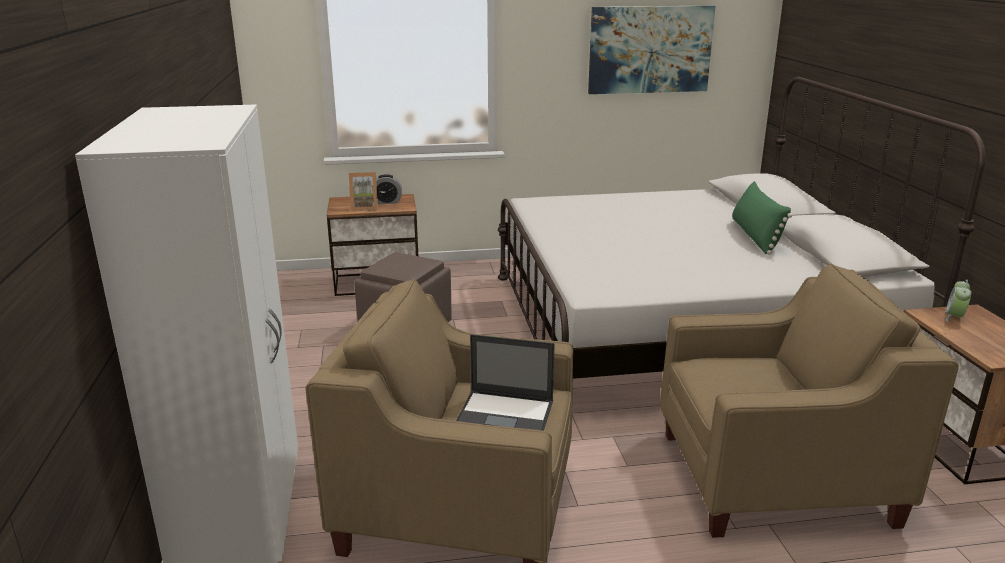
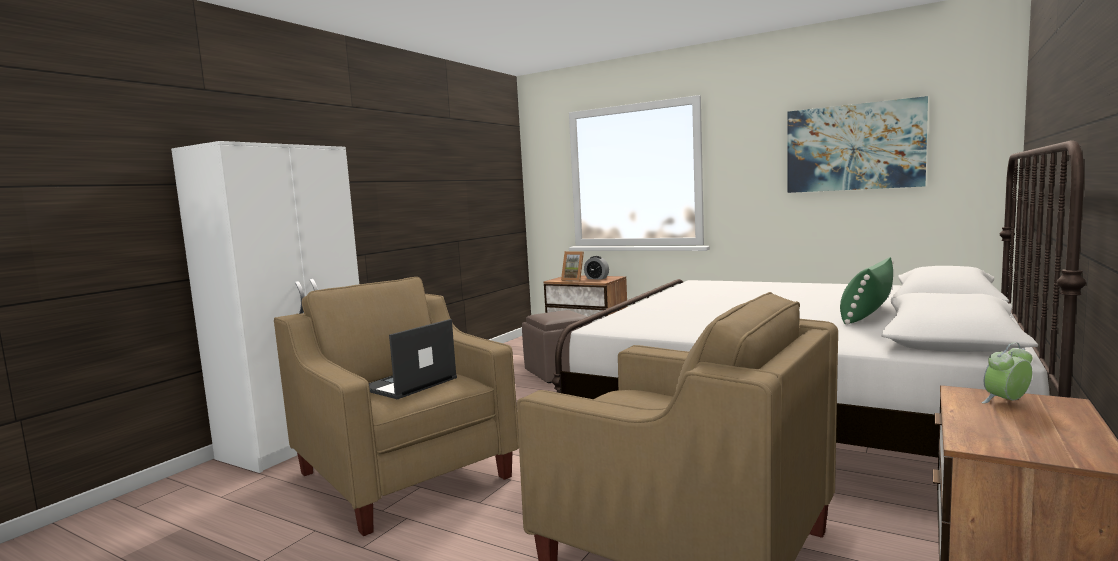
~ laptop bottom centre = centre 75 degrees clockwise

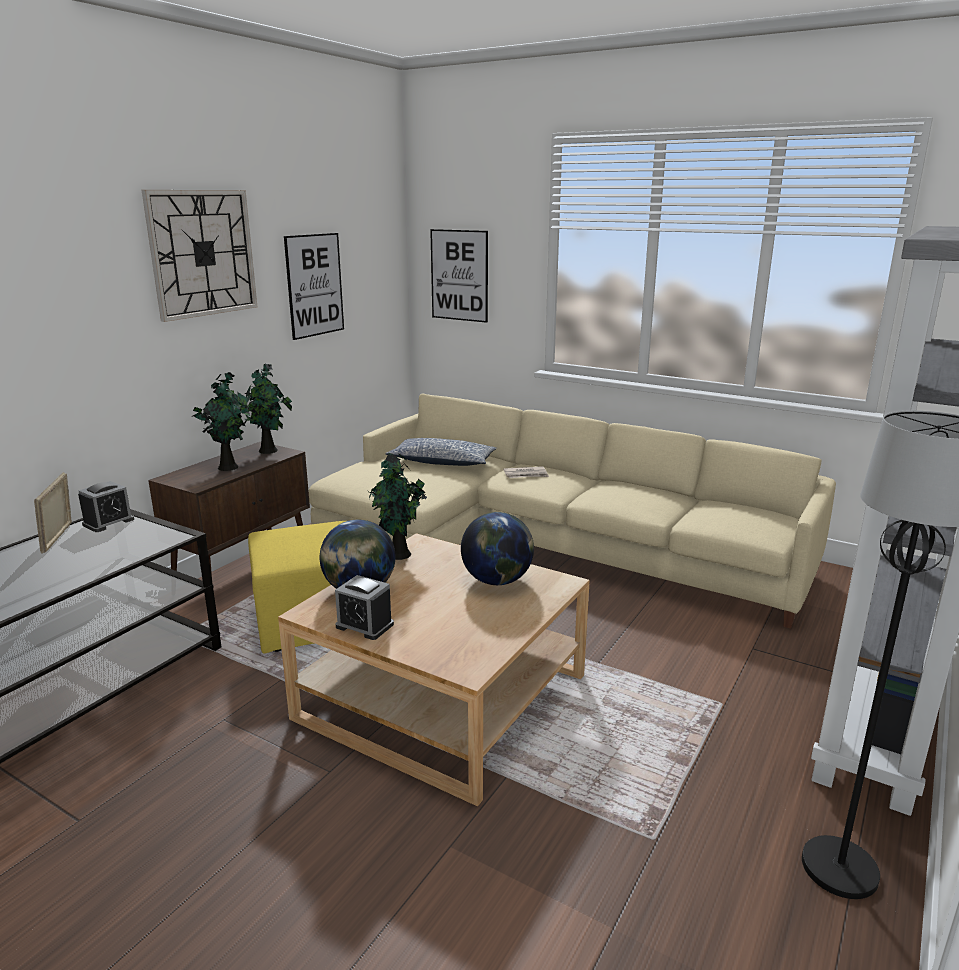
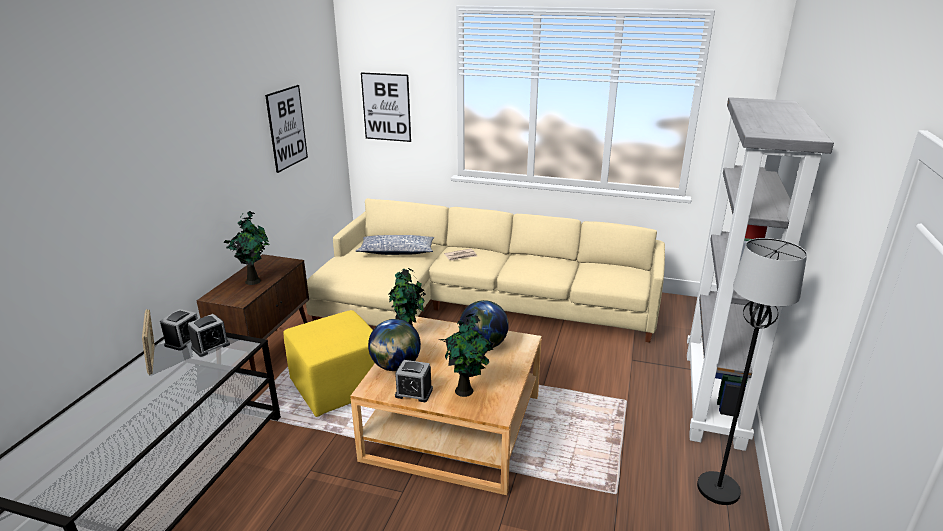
+ alarm clock (2nd from left) middle left
~ plant in a pot (2nd from left in the first image) middle left to plant in a pot (3rd from left) bottom centre
- wall clock top left

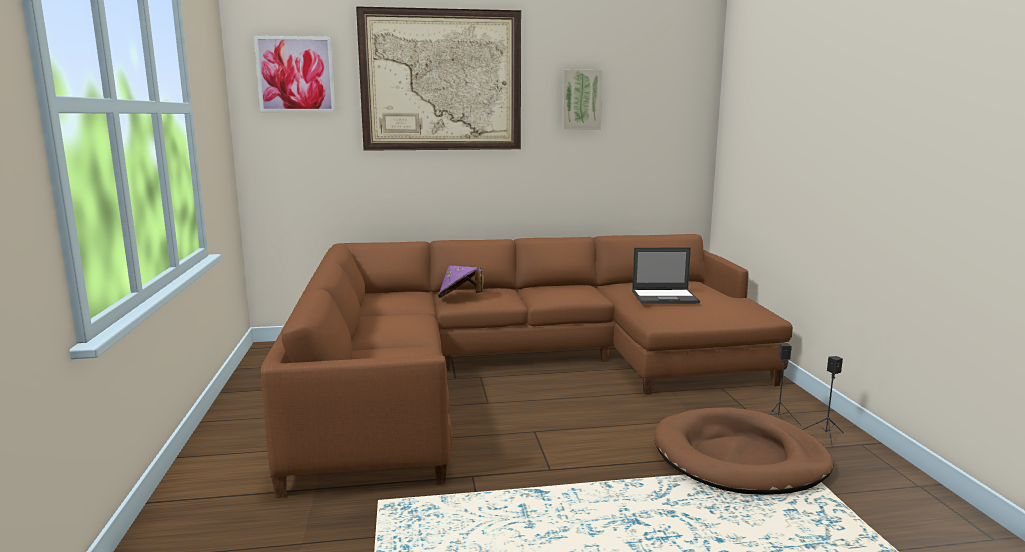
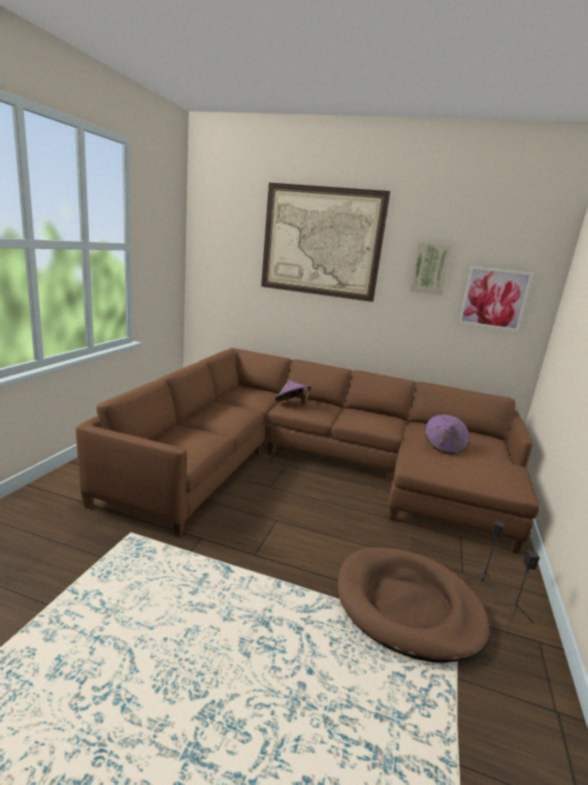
~ laptop centre to hat in purple-coloured (2nd from left) middle right
~ picture (1st from left in the first image) top left to picture (3rd from left) middle right

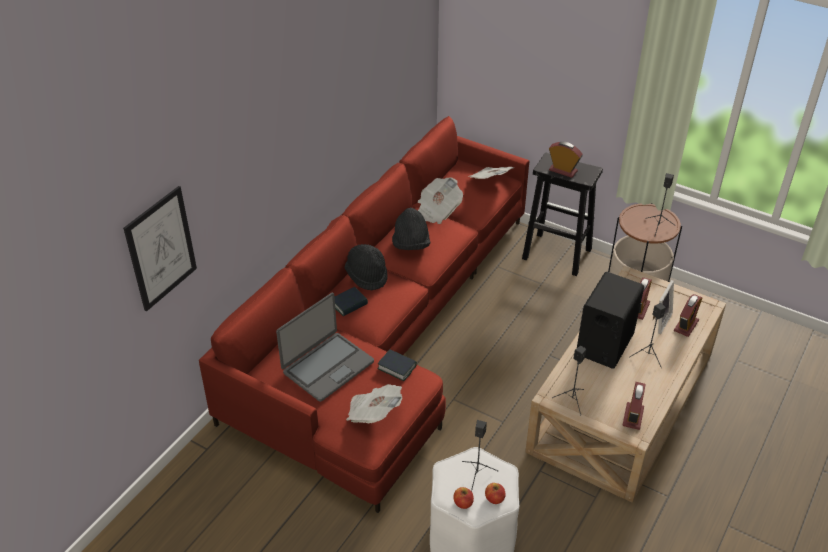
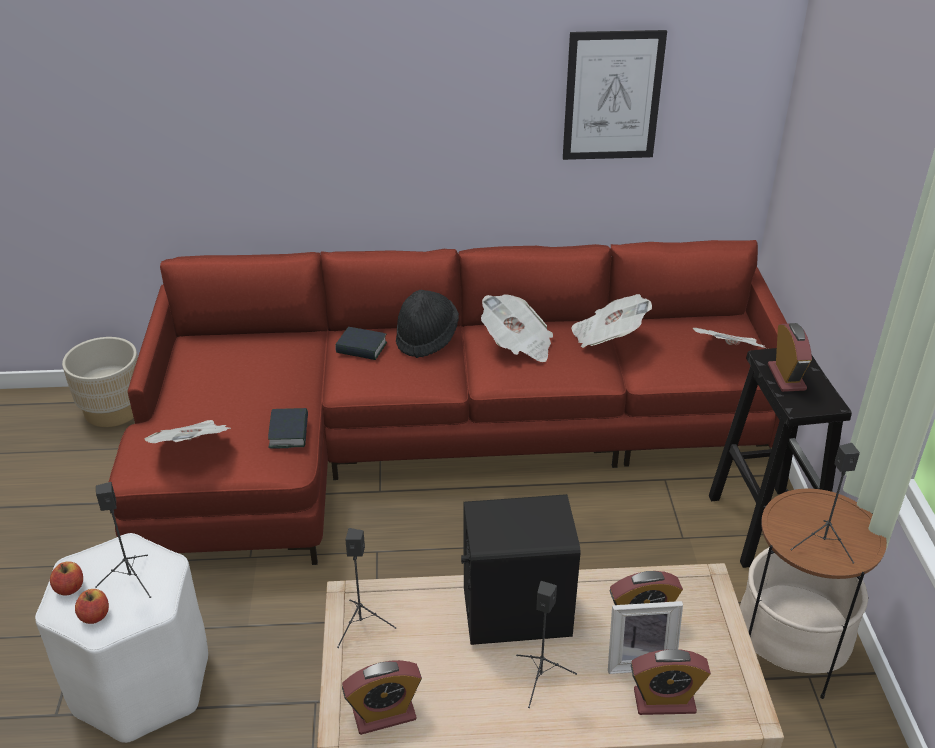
+ plant pot in beige-coloured middle left
~ hat in black-coloured (2nd from left) centre to printed paper (2nd from left) centre
~ picture middle left to top centre
- laptop centre

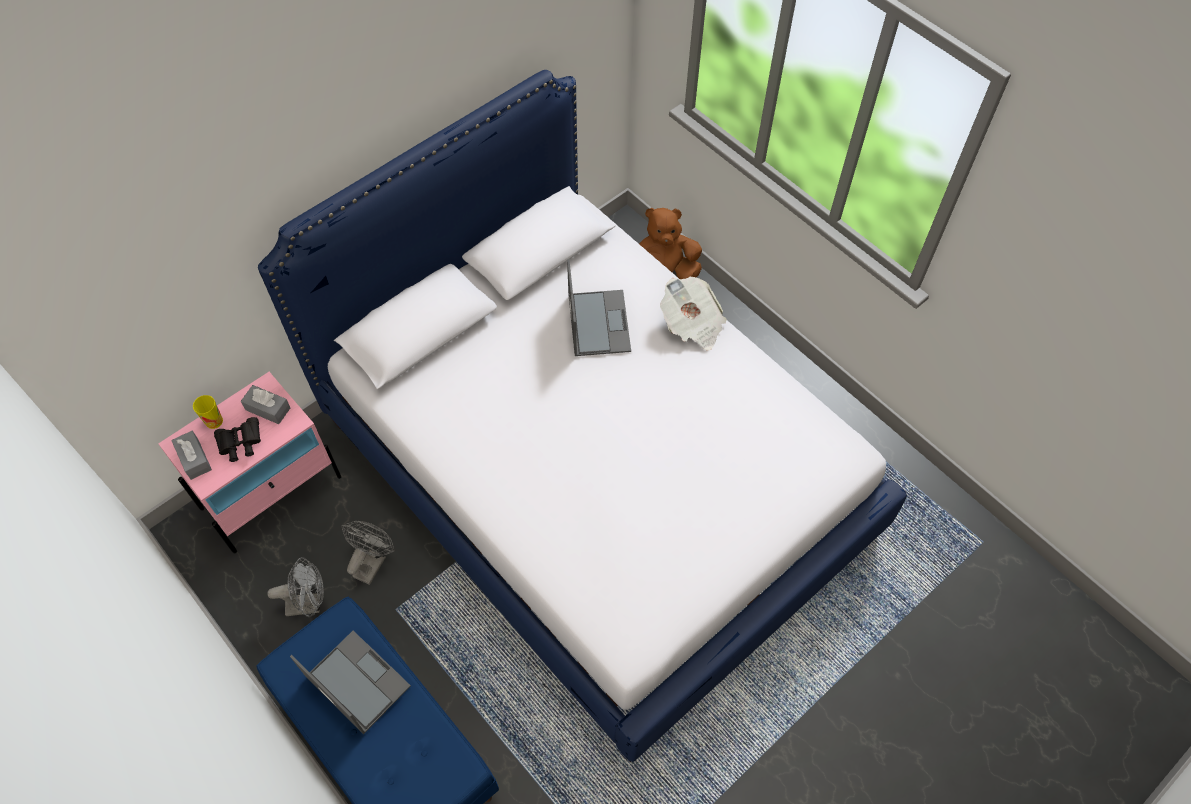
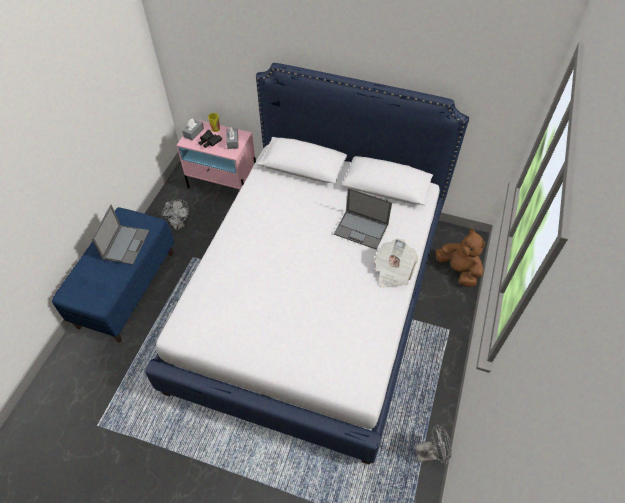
~ laptop (2nd from left) centre = centre 60 degrees clockwise
~ fan in gray (2nd from left) bottom left to bottom right

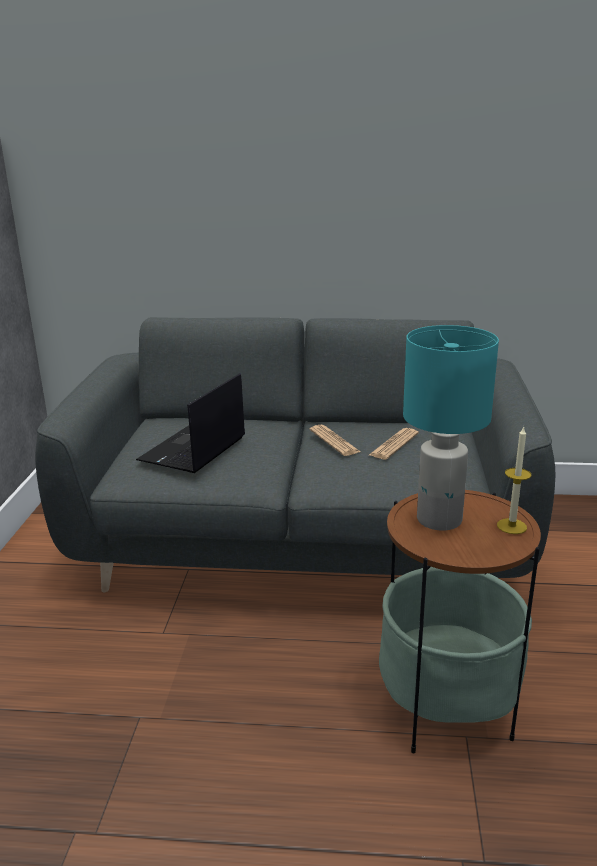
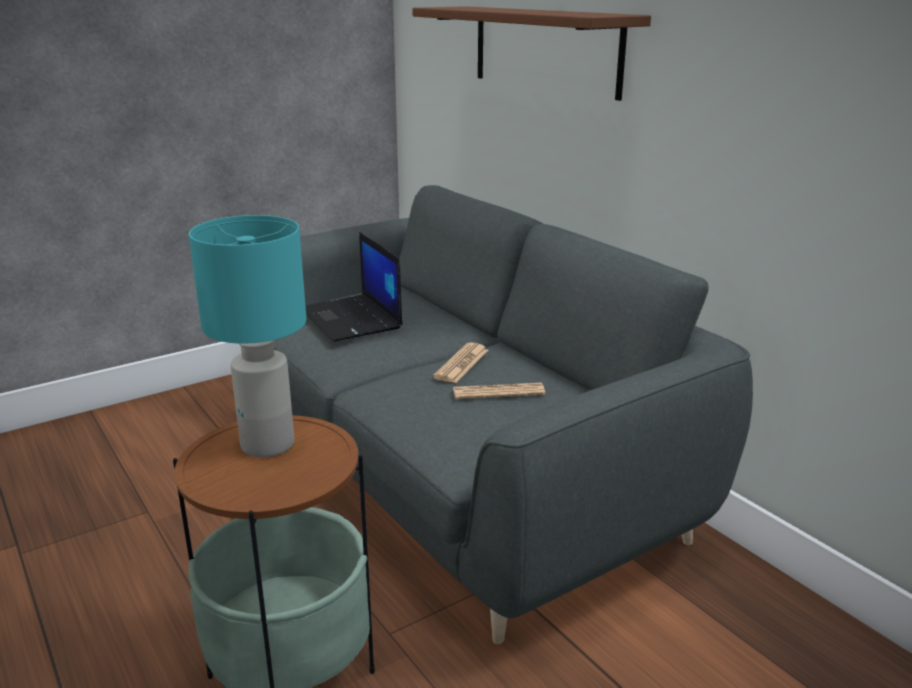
~ laptop middle left = centre 105 degrees counterclockwise
+ shelf in brownish top centre
- wax light middle right

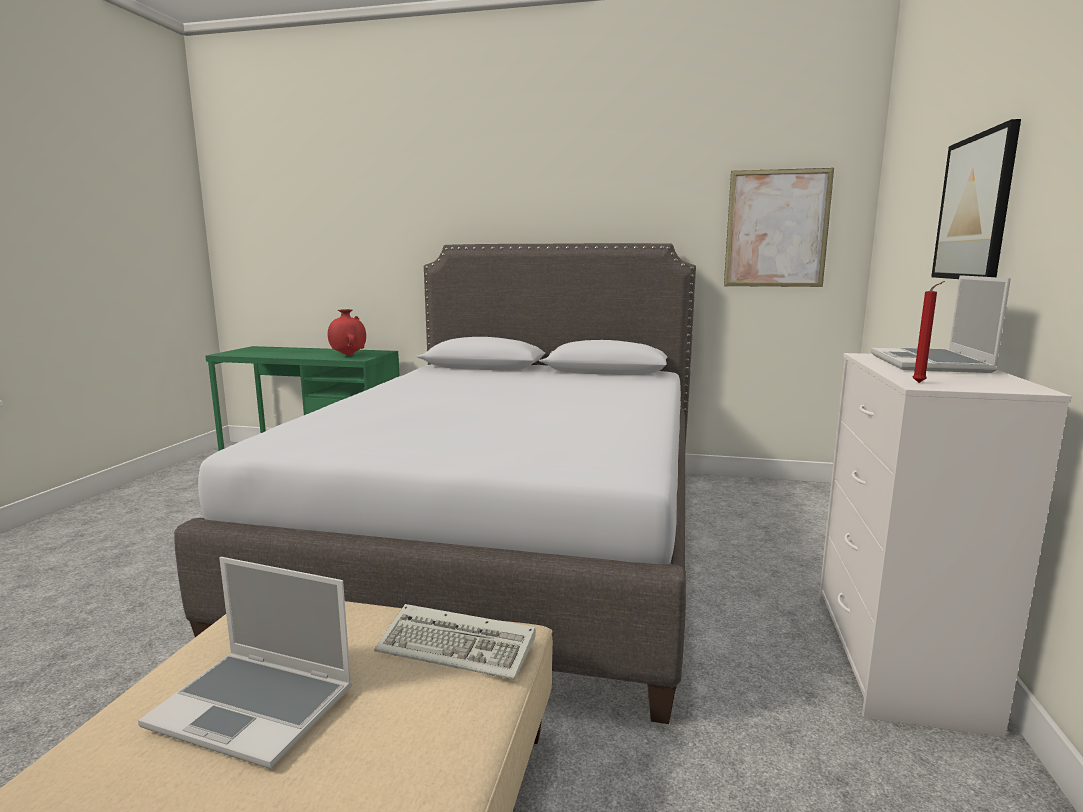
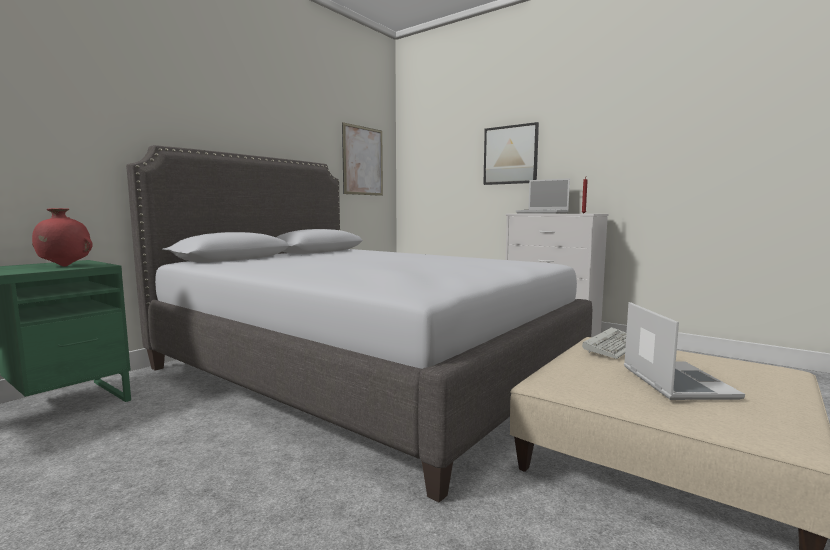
~ laptop (1st from left in the first image) bottom left = middle right 45 degrees counterclockwise

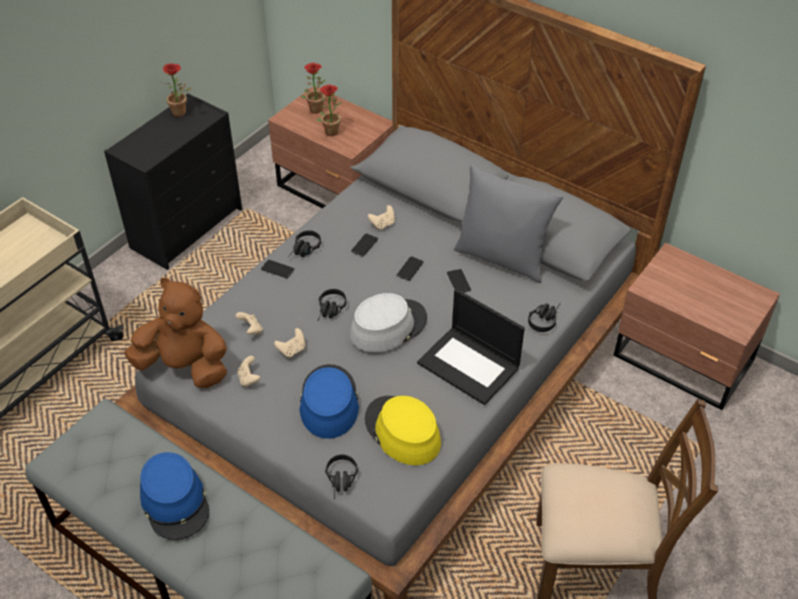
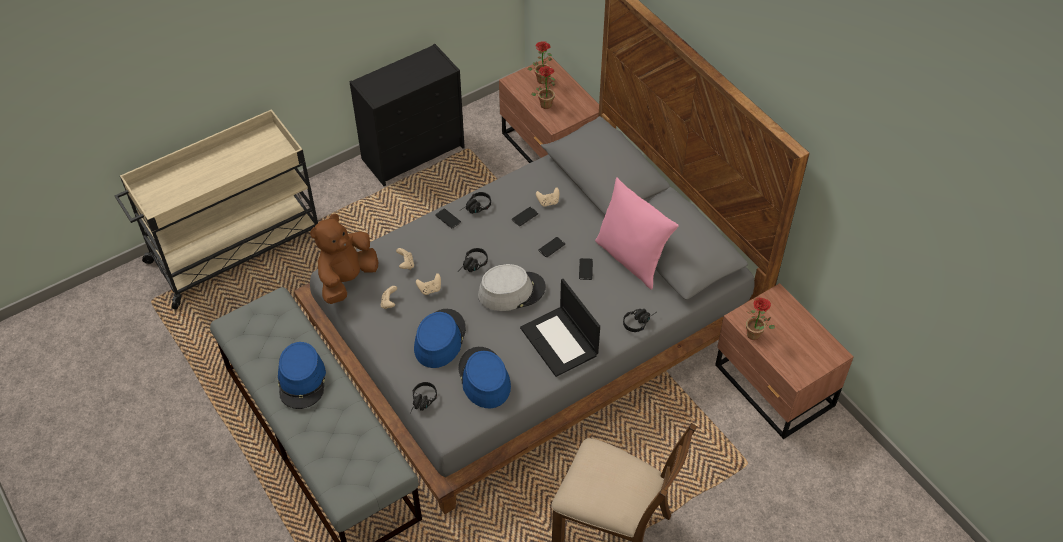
~ cuddly toy in brownish middle left = middle left 90 degrees counterclockwise
~ hat in yellowish bottom centre to hat in blue (3rd from left) bottom centre
~ throw pillow in gray centre to throw pillow in pinkish centre
~ plant in a pot (1st from left in the first image) top left to plant in a pot (3rd from left) middle right

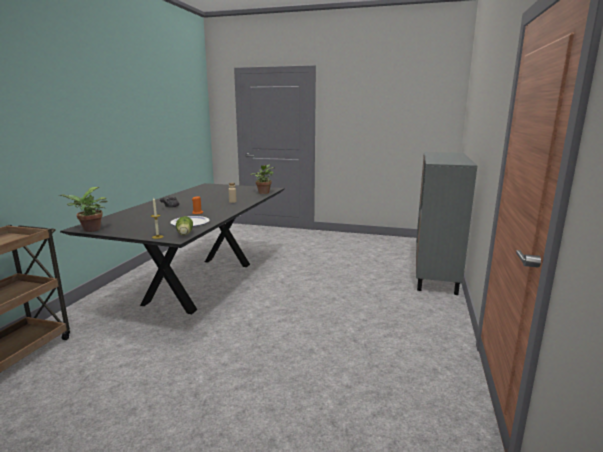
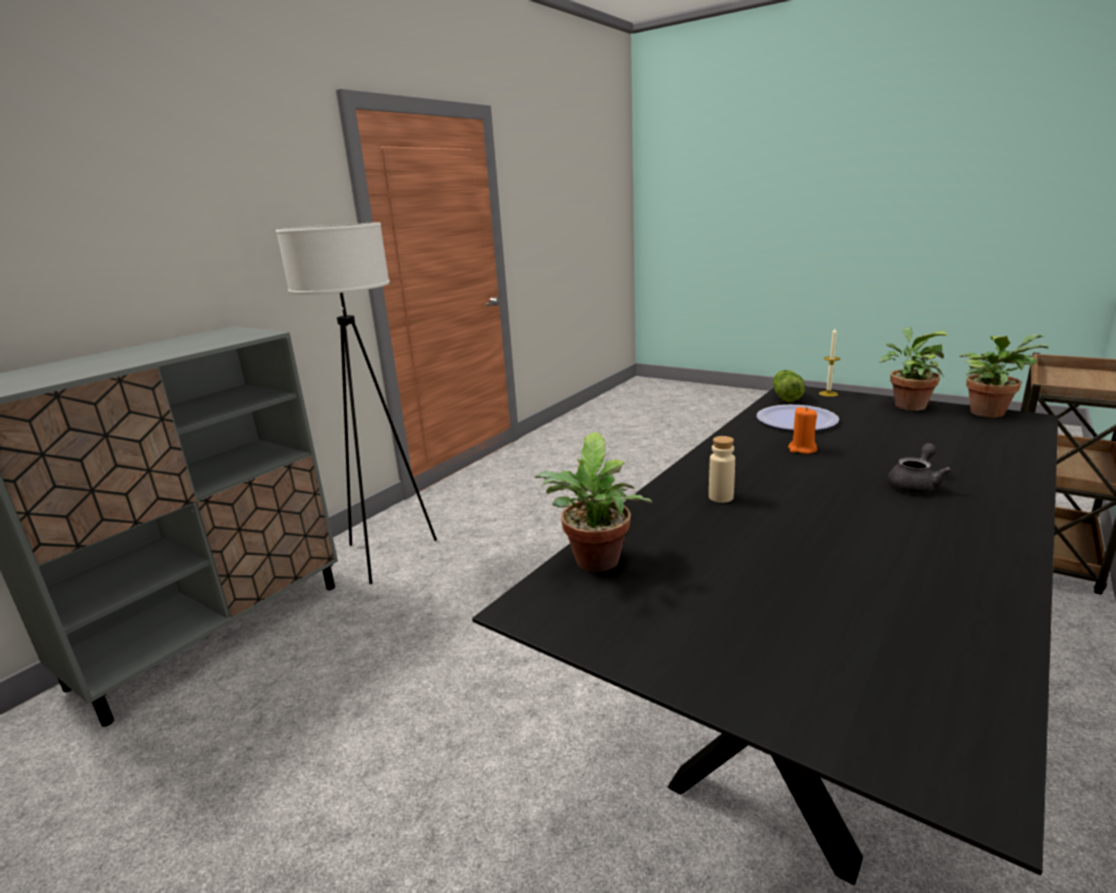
+ standard lamp in whitish middle left
+ plant in a pot (2nd from left) middle right

